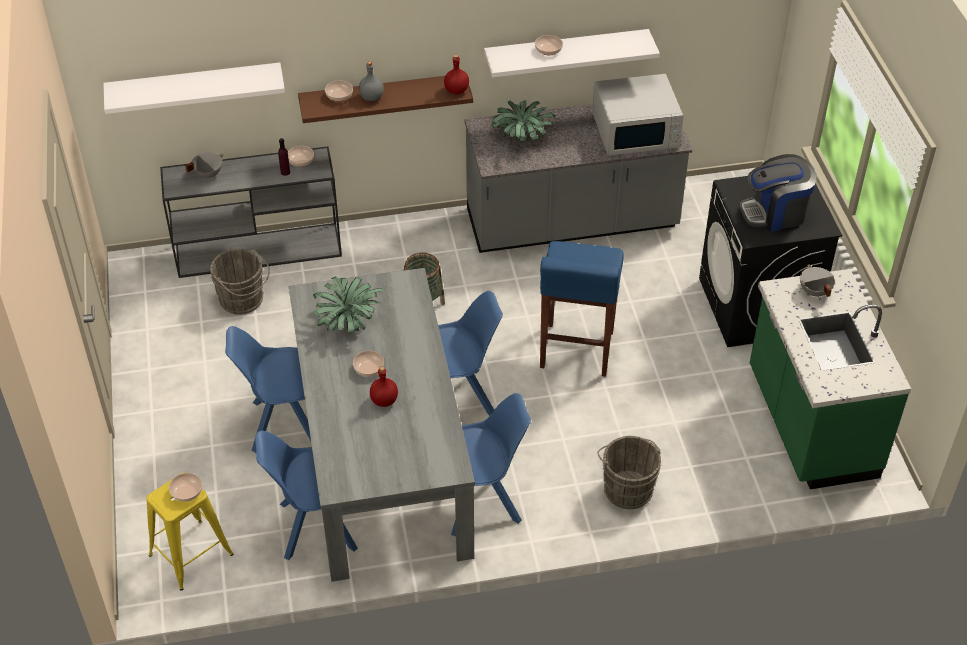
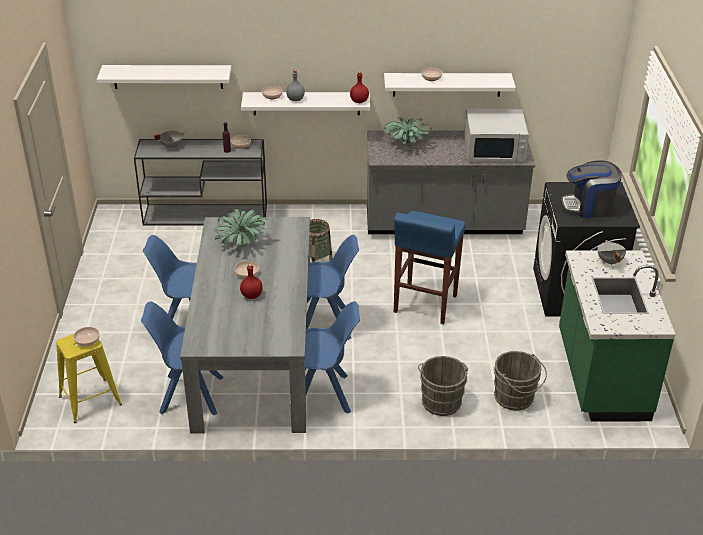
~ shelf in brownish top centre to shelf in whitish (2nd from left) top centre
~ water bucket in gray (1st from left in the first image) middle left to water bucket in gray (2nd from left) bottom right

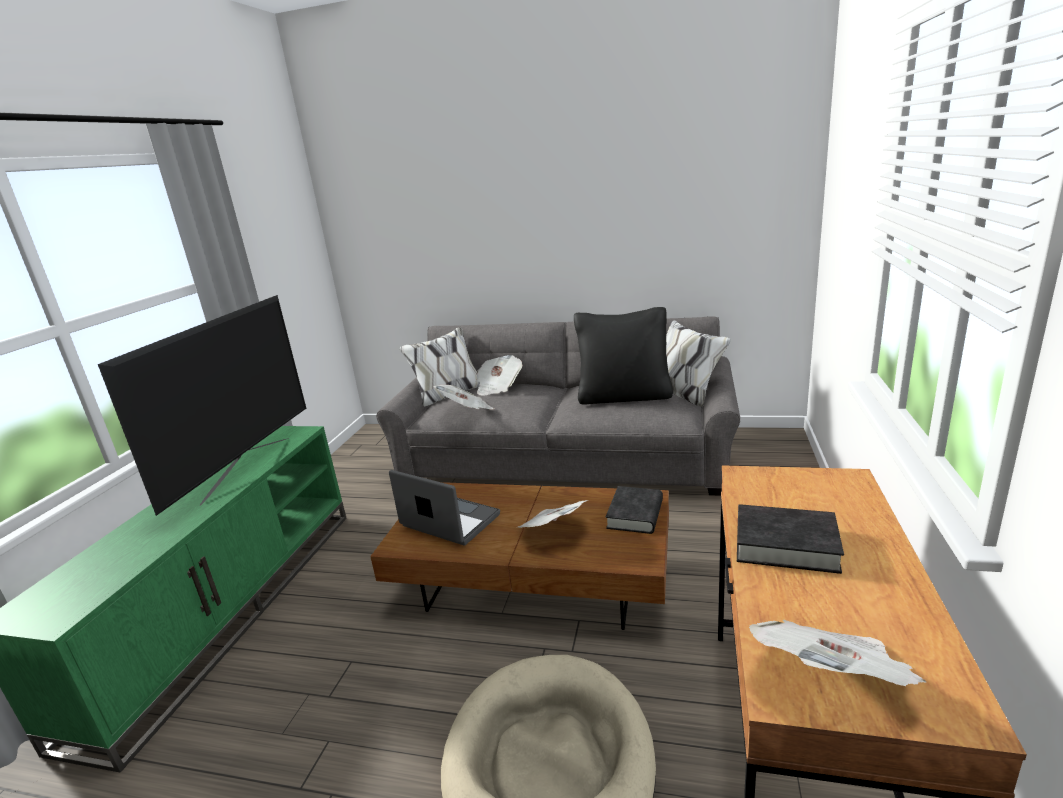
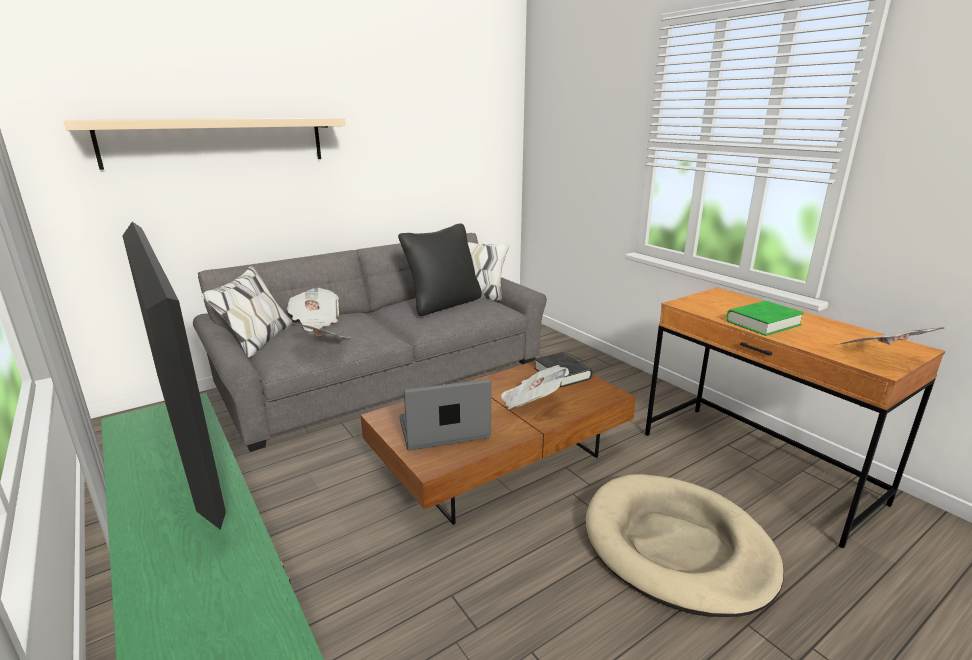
+ shelf in beige-coloured top left
~ book in black-coloured (2nd from left) bottom right to book in green-coloured middle right

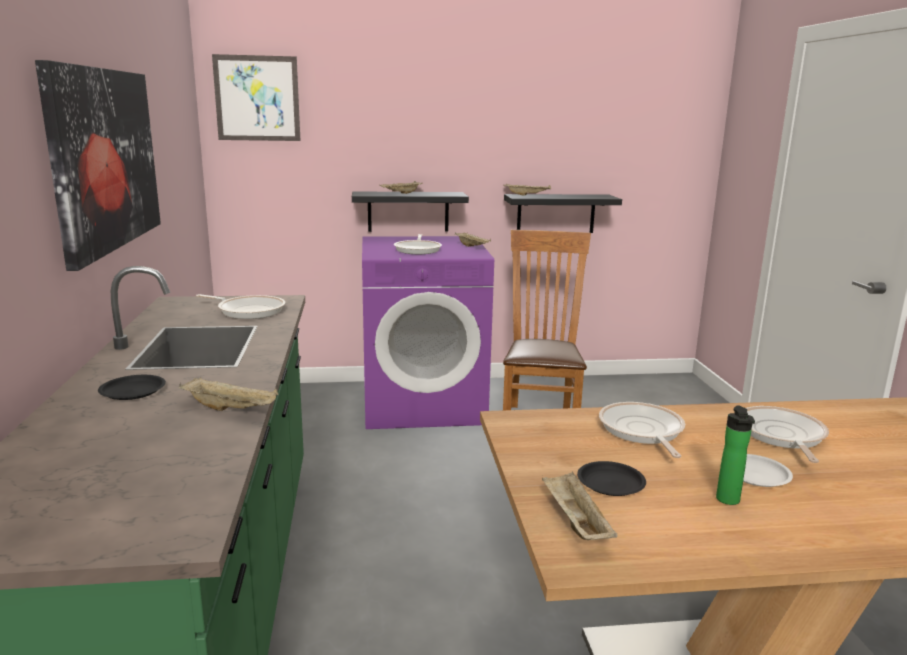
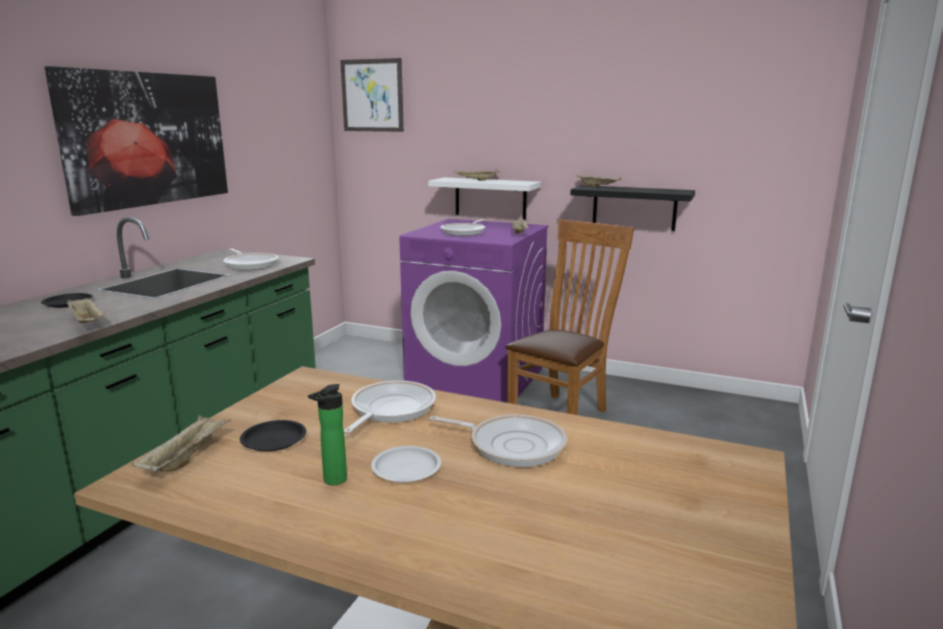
~ shelf in black-coloured (1st from left) top centre to shelf in whitish top centre
~ frying pan (4th from left) middle right = bottom centre 75 degrees clockwise

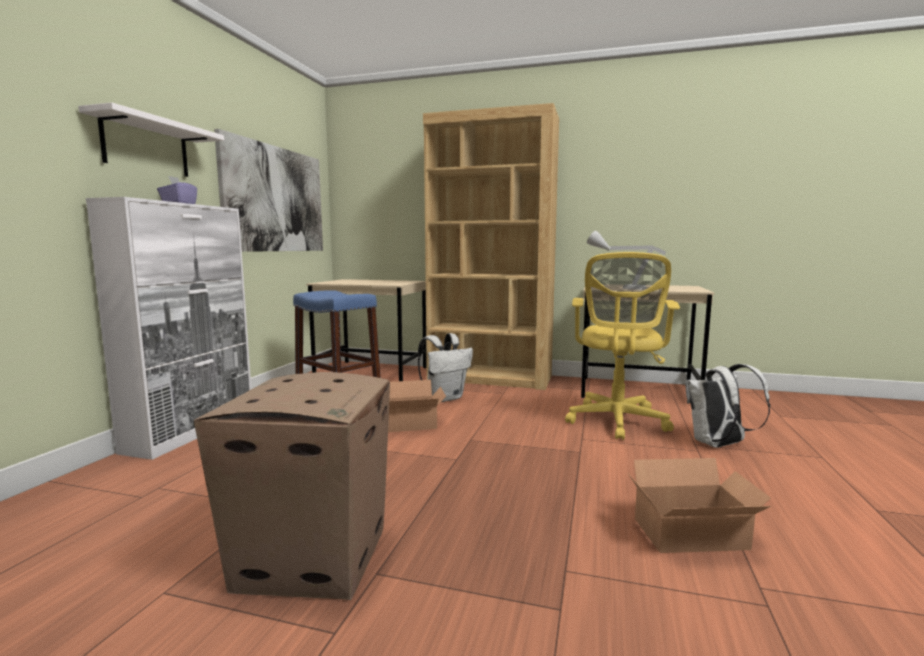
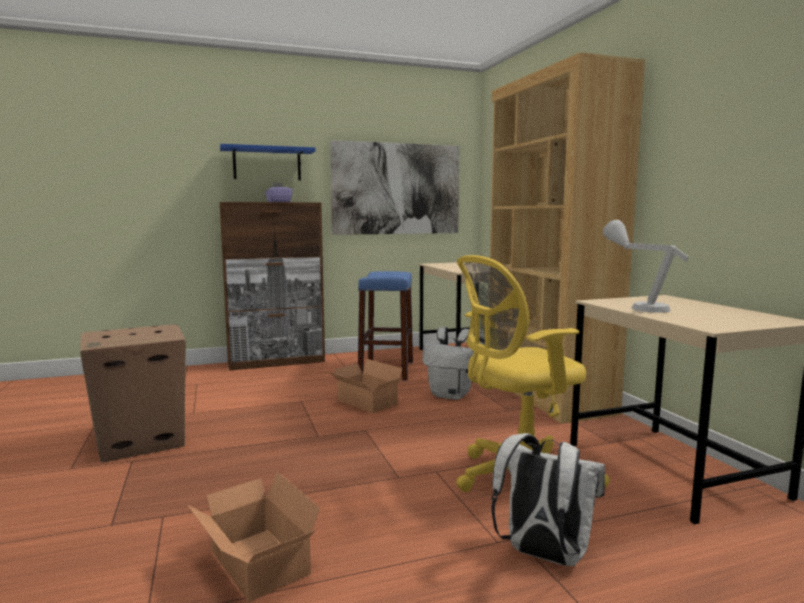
~ cabinet in whitish middle left to cabinet in brownish centre
~ shelf in whitish top left to shelf in blue top centre

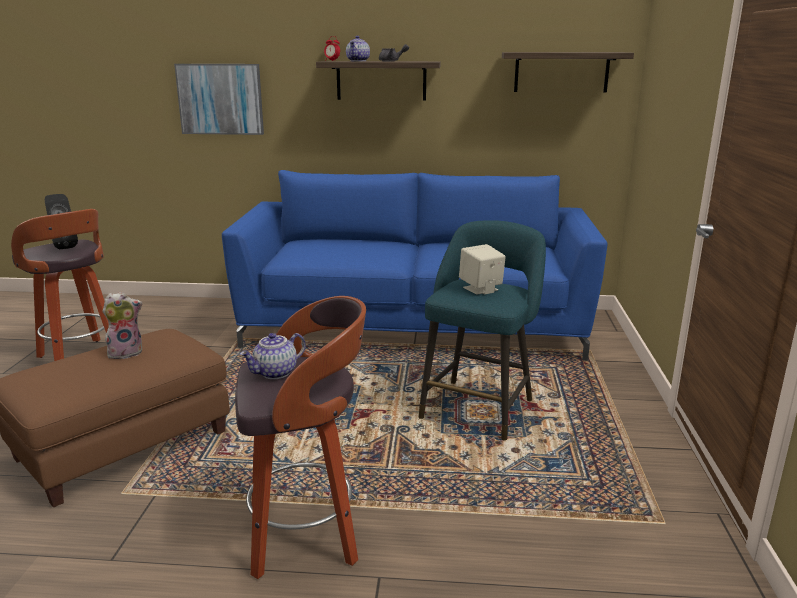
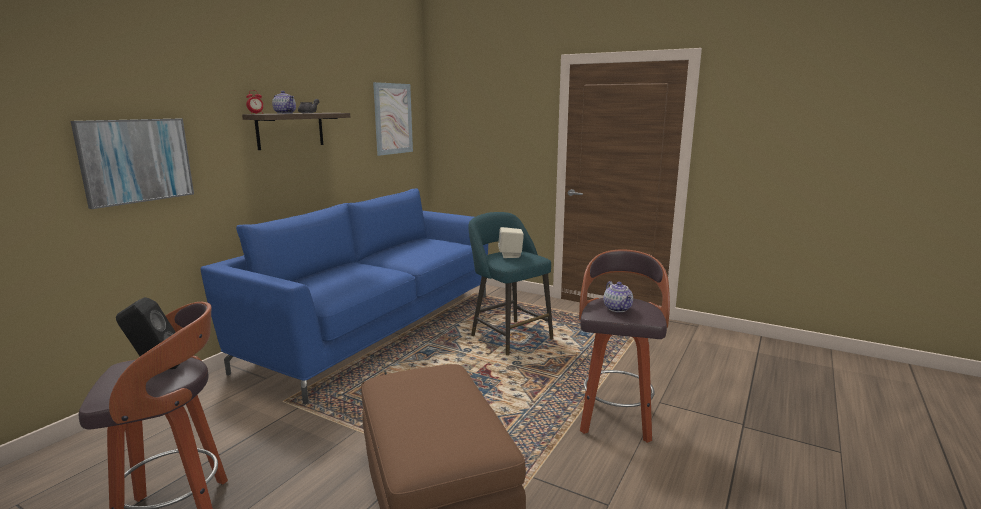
~ shelf (2nd from left) top right to picture (2nd from left) top centre
- cuddly toy middle left

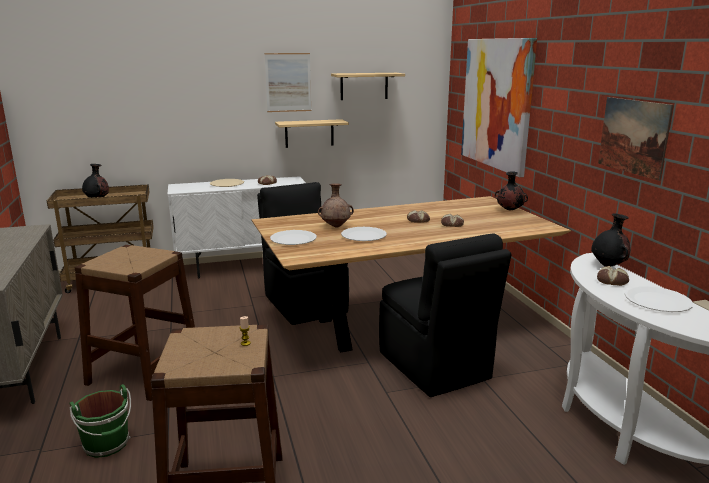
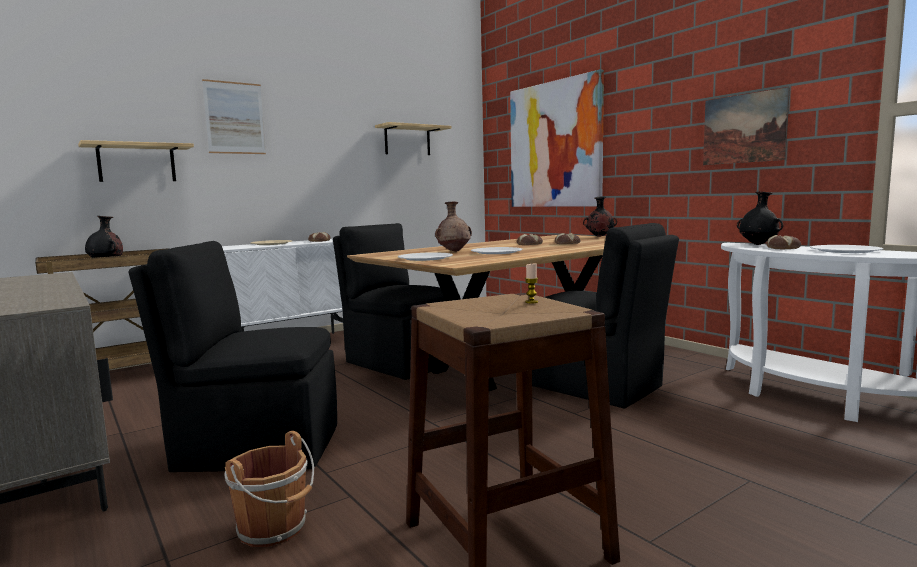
~ shelf (1st from left) top centre to top left
~ stool seat in brownish (1st from left) bottom left to chair in black-coloured (1st from left) middle left
~ picture (1st from left) top centre to top left
~ water bucket in green-coloured bottom left to water bucket in brownish bottom left

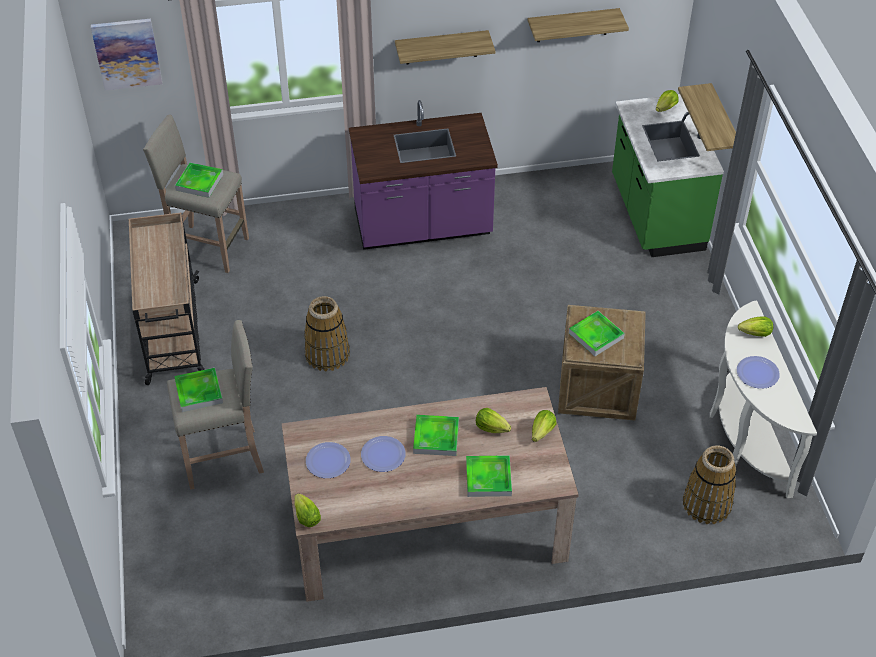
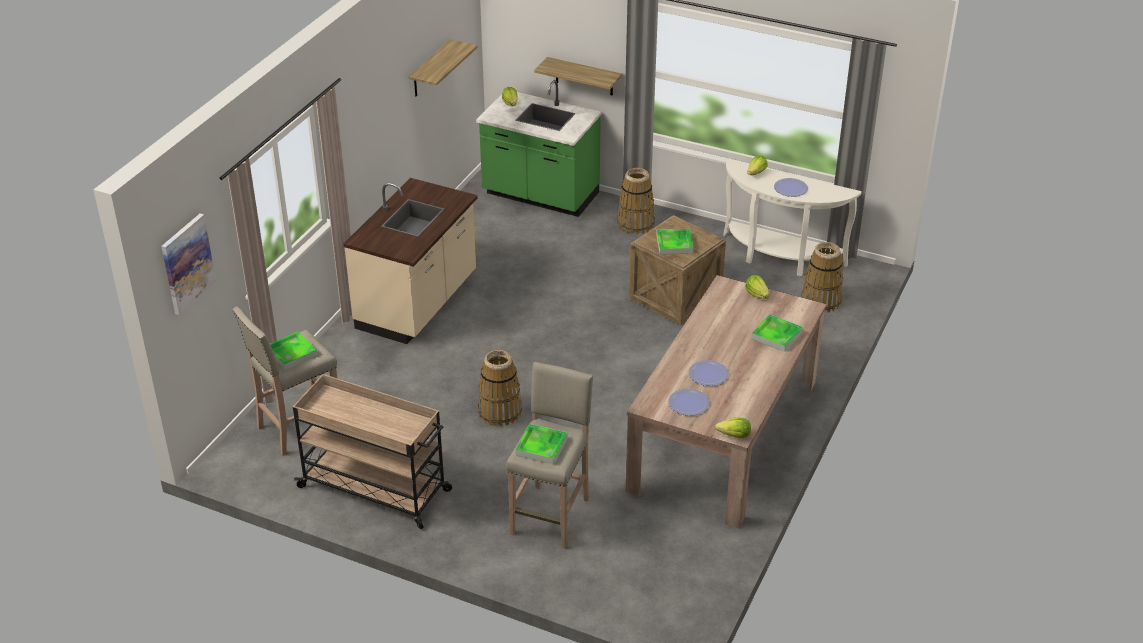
~ kitchen base unit in purple-coloured top centre to kitchen base unit in beige-coloured centre
+ household basket (2nd from left) top centre
- shelf (1st from left) top centre
- serving tray (3rd from left) centre
- head of lettuce (2nd from left) centre

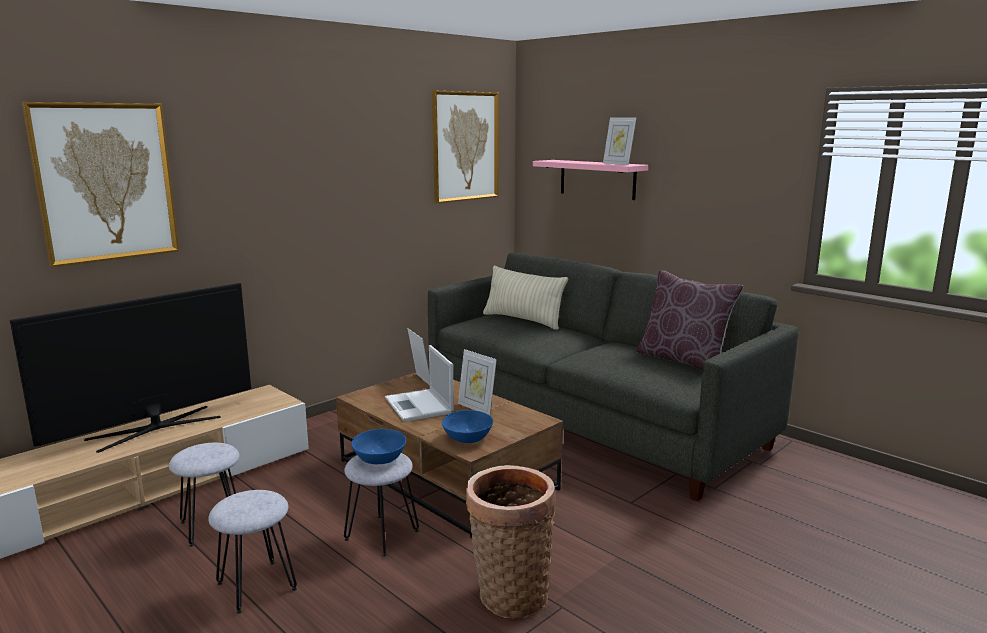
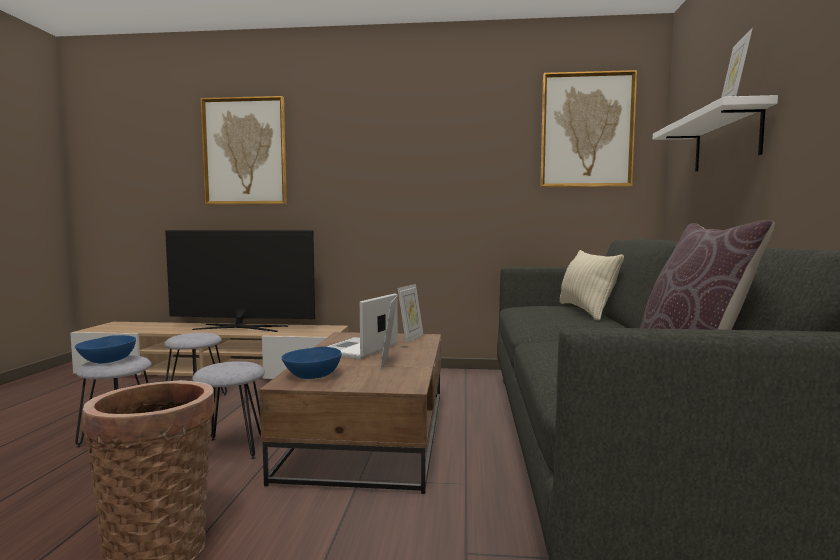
~ bowl in blue (1st from left) bottom centre to middle left
~ shelf in pinkish top centre to shelf in whitish top right

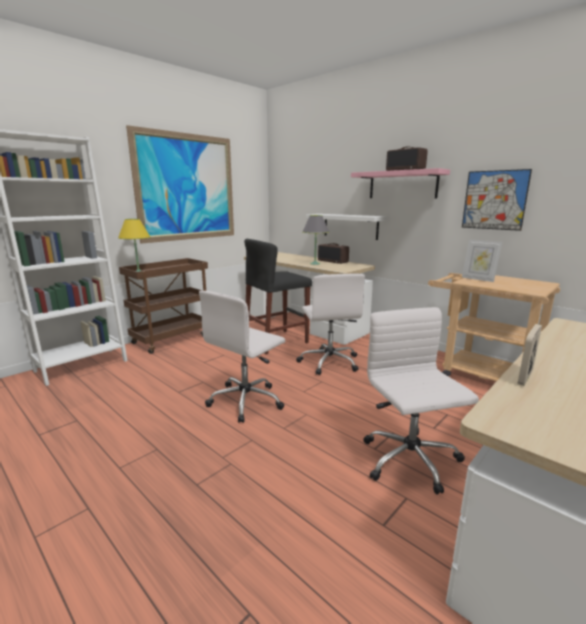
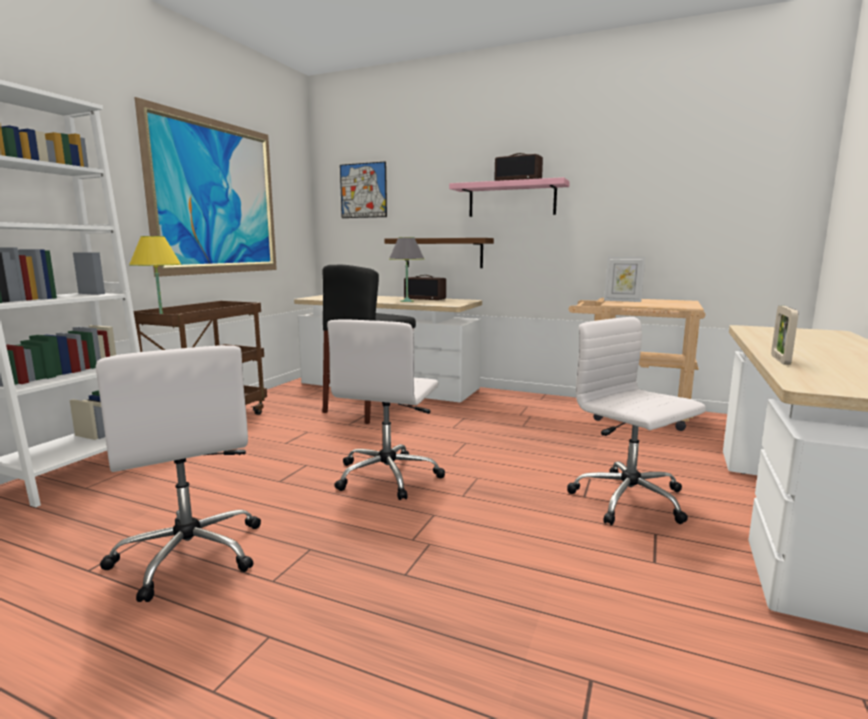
~ office chair in whitish (2nd from left in the first image) centre to office chair in whitish (1st from left) middle left
~ picture (2nd from left) top right to top centre
~ shelf in whitish centre to shelf in brownish centre

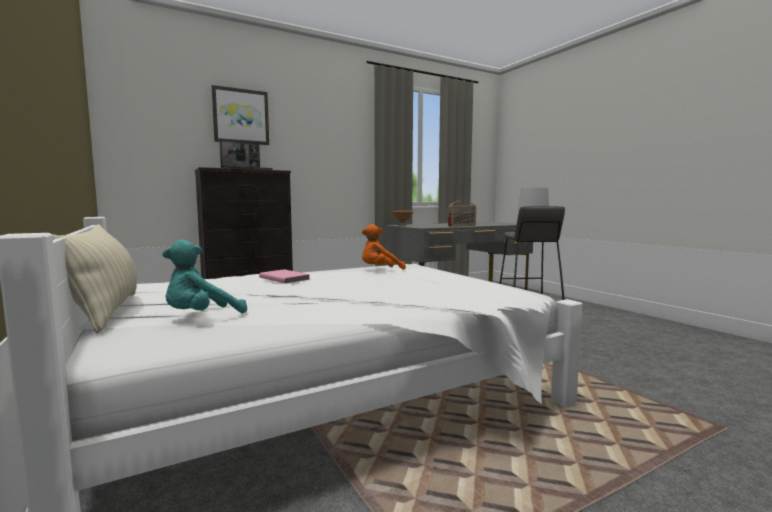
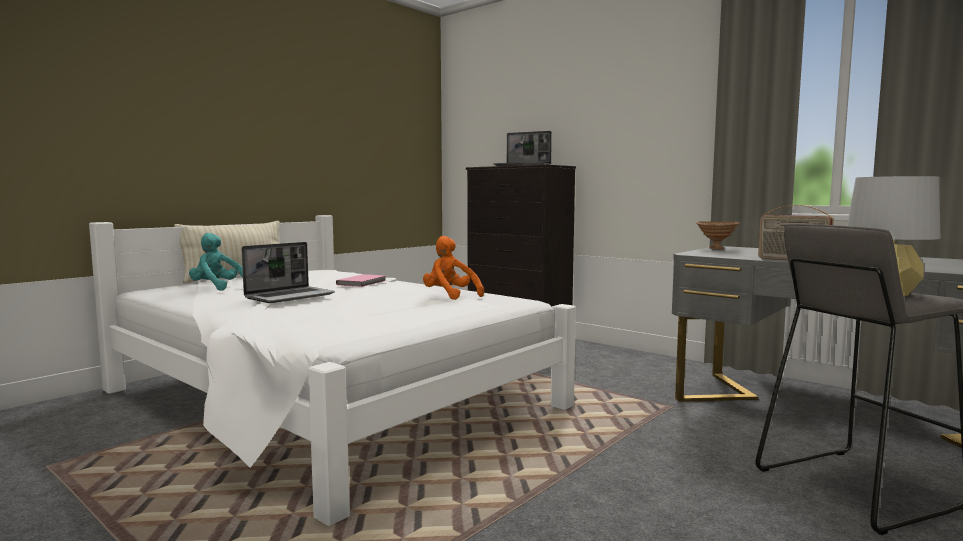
+ laptop (1st from left) middle left
- picture top left

